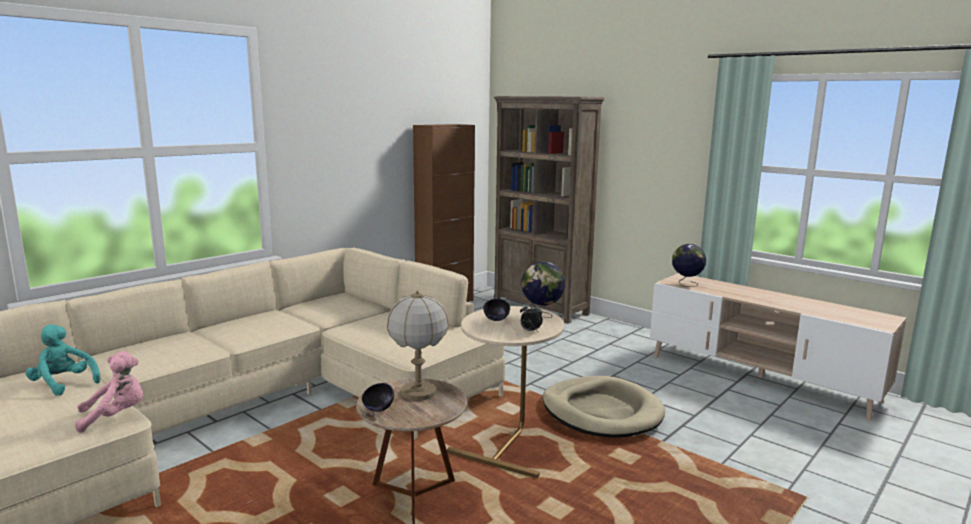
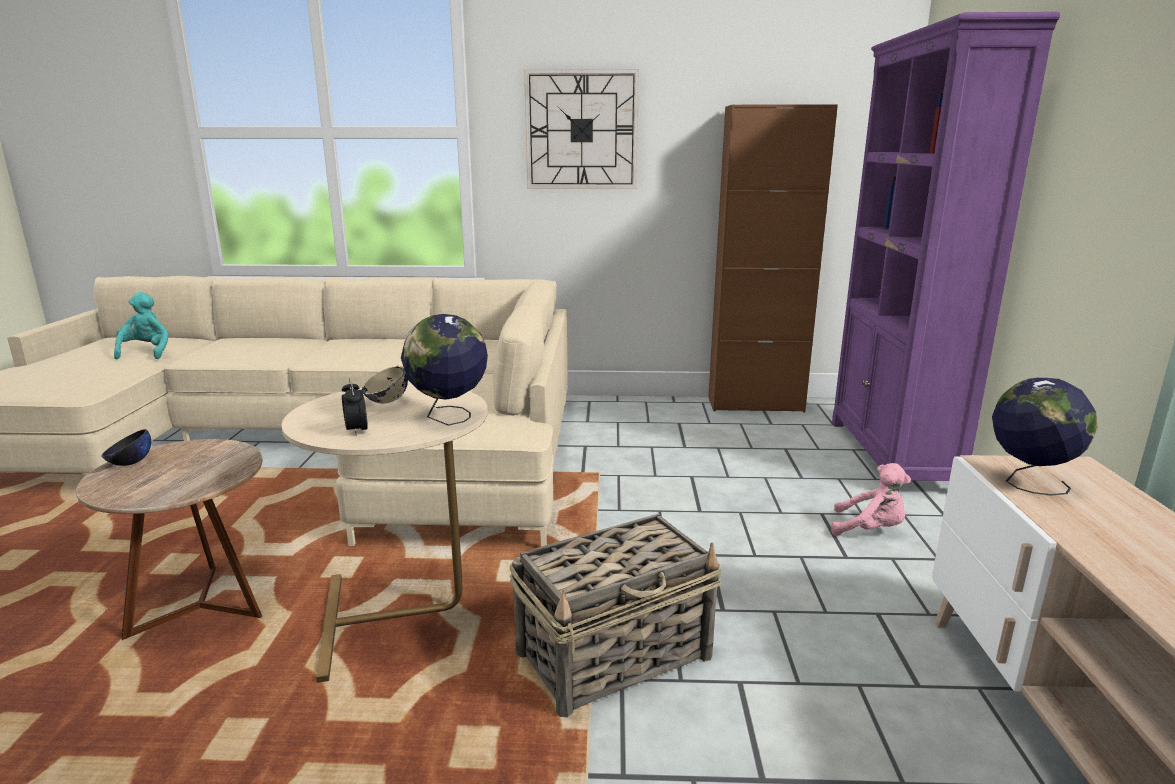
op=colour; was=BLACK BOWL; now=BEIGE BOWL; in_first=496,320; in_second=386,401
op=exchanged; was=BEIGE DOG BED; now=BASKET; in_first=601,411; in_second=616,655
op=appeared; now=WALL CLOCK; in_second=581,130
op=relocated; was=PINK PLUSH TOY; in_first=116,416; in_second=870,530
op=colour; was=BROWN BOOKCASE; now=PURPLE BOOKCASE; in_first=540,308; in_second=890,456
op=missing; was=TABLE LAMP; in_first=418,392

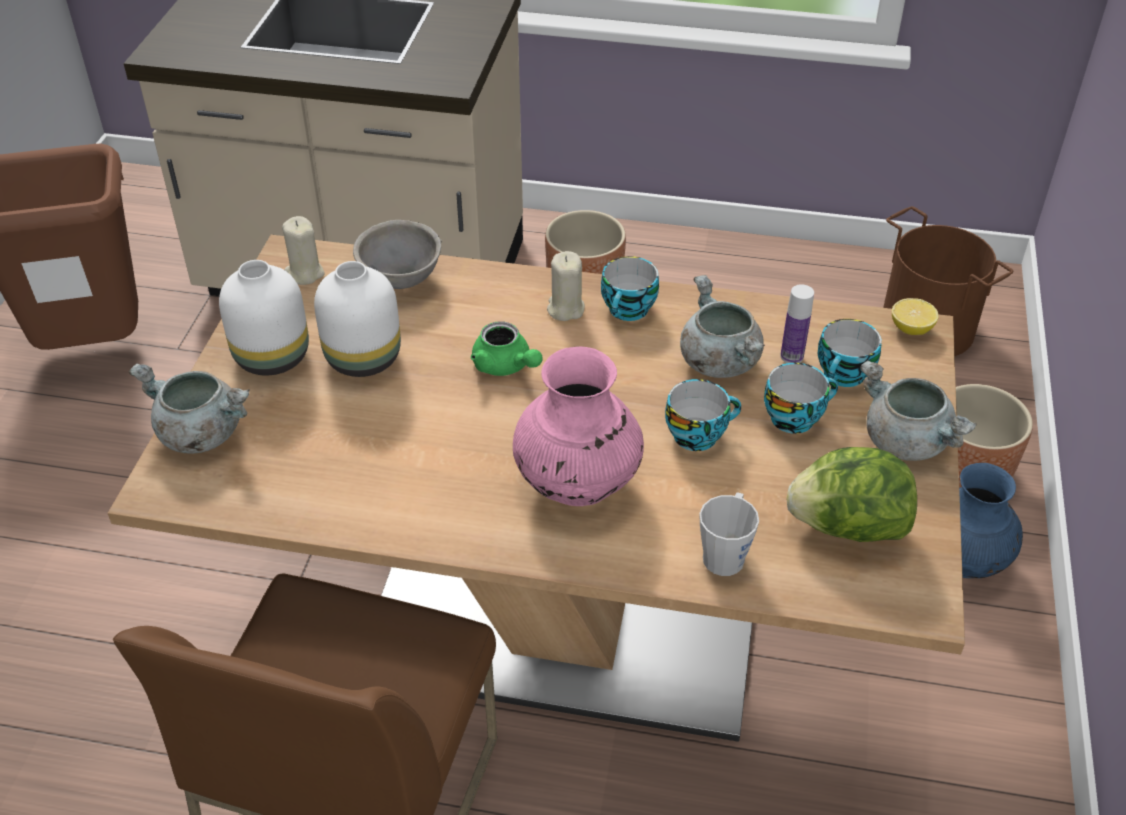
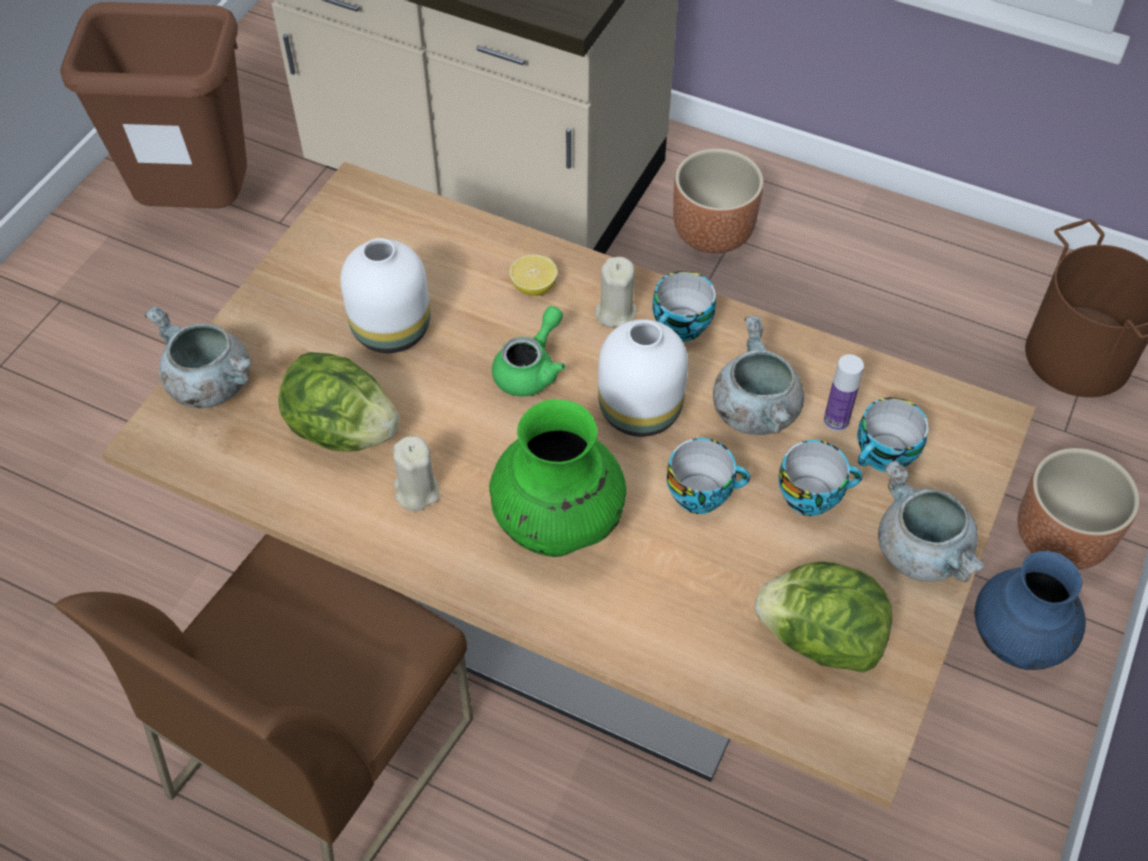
op=appeared; now=LETTUCE; in_second=343,431
op=relocated; was=BEIGE CANDLE; in_first=304,273; in_second=416,491
op=colour; was=PINK VASE; now=GREEN VASE; in_first=577,485; in_second=557,524
op=spun; was=GREEN TEAPOT; in_first=505,366; in_second=531,369; clockwise=-120
op=relocated; was=LEMON; in_first=911,329; in_second=533,287
op=relocated; was=WHITE VASE; in_first=273,358; in_second=641,412
op=missing; was=GREY BOWL; in_first=401,280
op=missing; was=GREY MUG; in_first=725,553

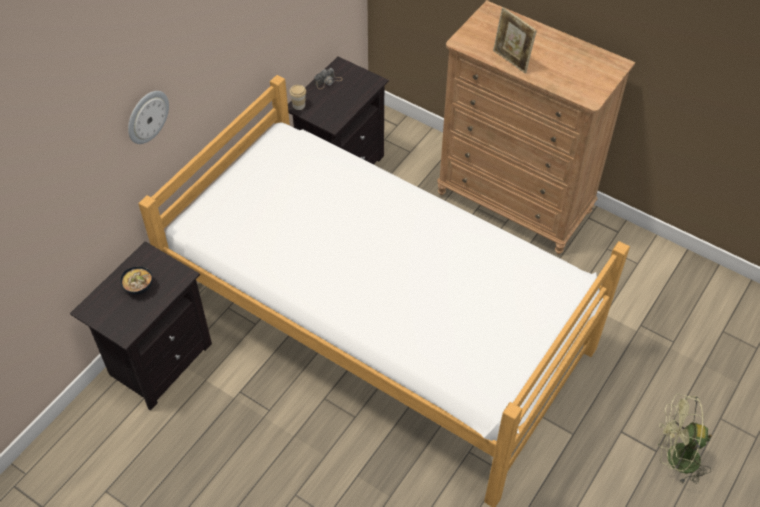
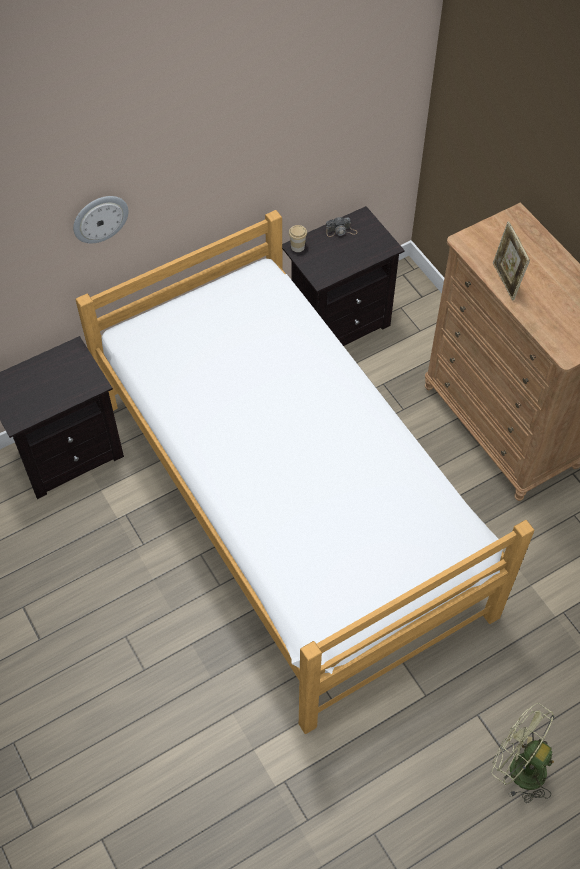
op=missing; was=BOWL; in_first=139,288

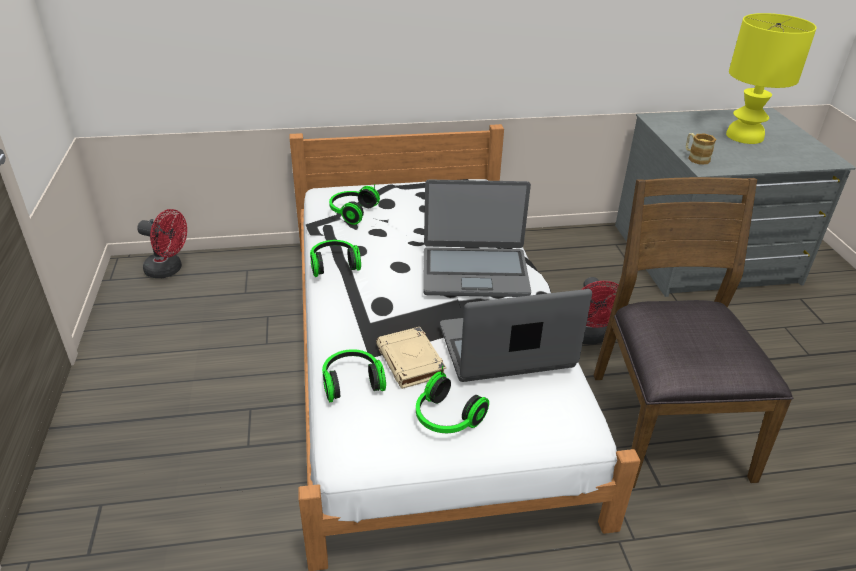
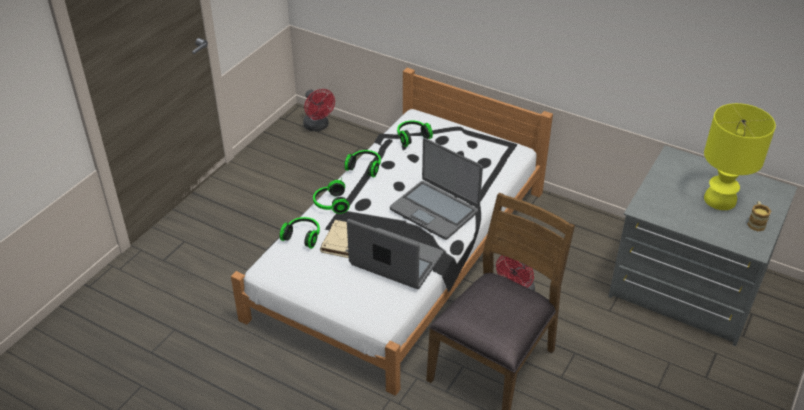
op=relocated; was=HEADPHONES; in_first=446,419; in_second=330,204
op=relocated; was=MUG; in_first=695,158; in_second=756,222

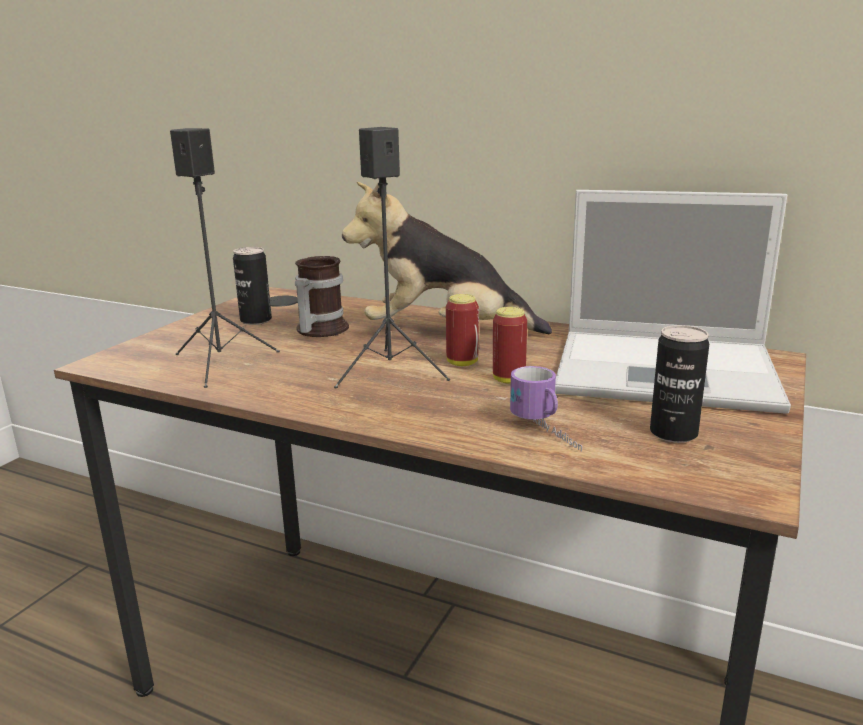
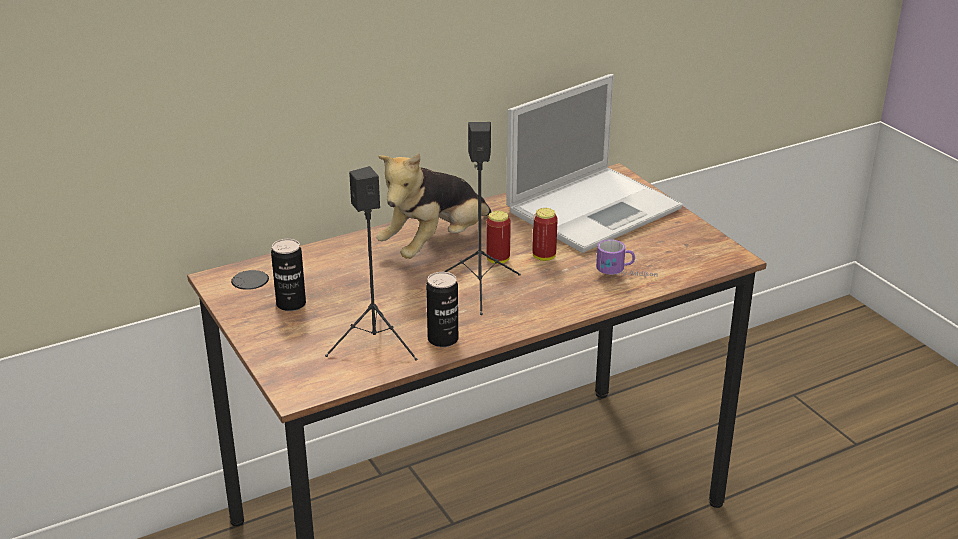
op=relocated; was=CAN; in_first=673,433; in_second=443,339
op=missing; was=MUG; in_first=318,330

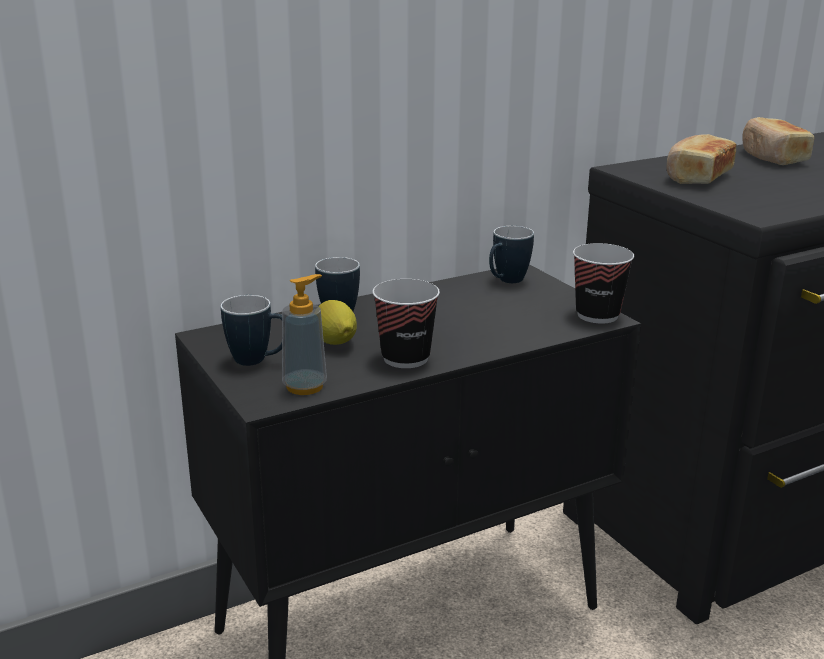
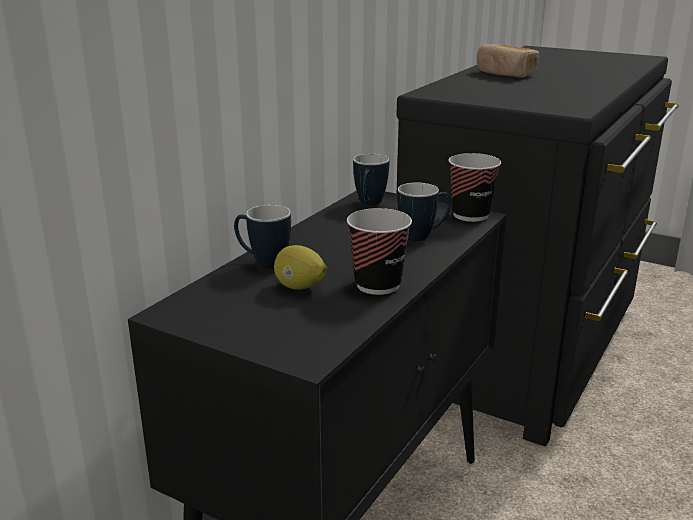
op=relocated; was=MUG; in_first=258,361; in_second=423,236
op=missing; was=SOAP DISPENSER; in_first=305,386
op=missing; was=BREAD; in_first=696,177

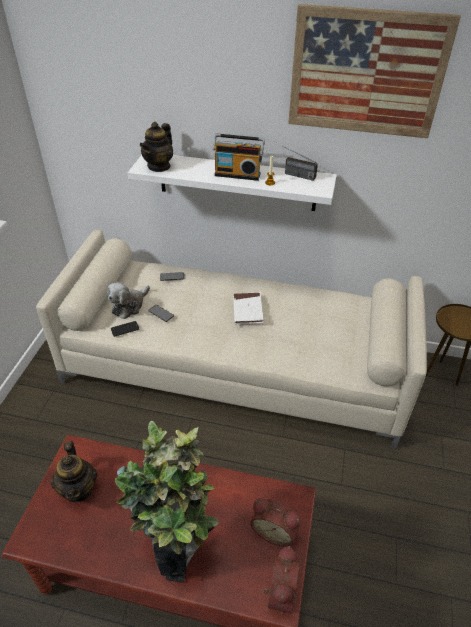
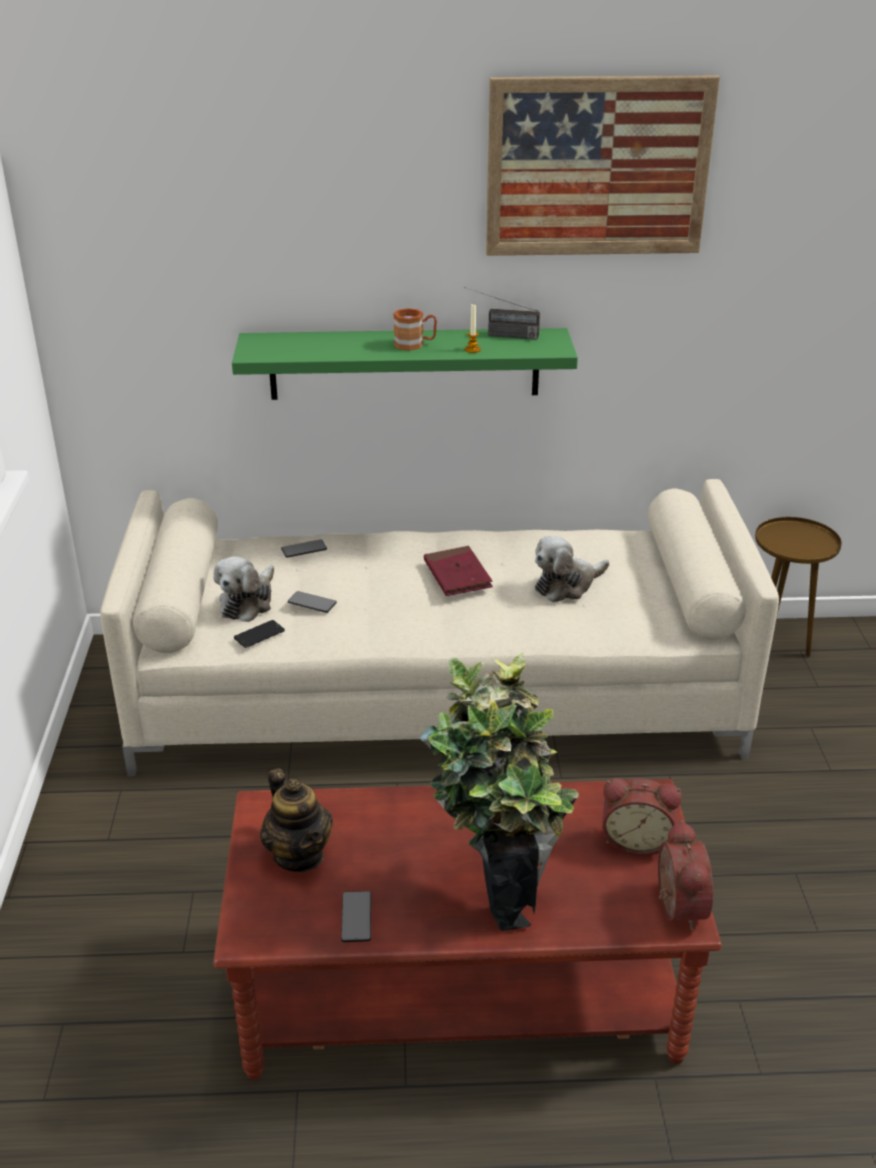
op=colour; was=WHITE SHELF; now=GREEN SHELF; in_first=237,181; in_second=404,363
op=appeared; now=PHONE; in_second=356,917
op=exchanged; was=RADIO; now=BROWN MUG; in_first=238,174; in_second=415,344
op=colour; was=WHITE BOOK; now=RED BOOK; in_first=247,310; in_second=457,575
op=appeared; now=PLUSH TOY; in_second=567,585
op=missing; was=TEAPOT; in_first=159,166

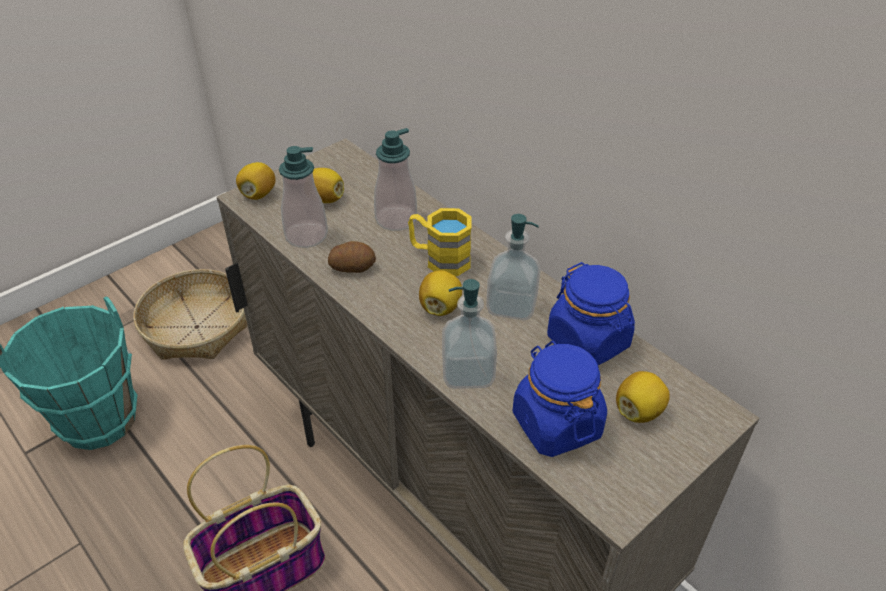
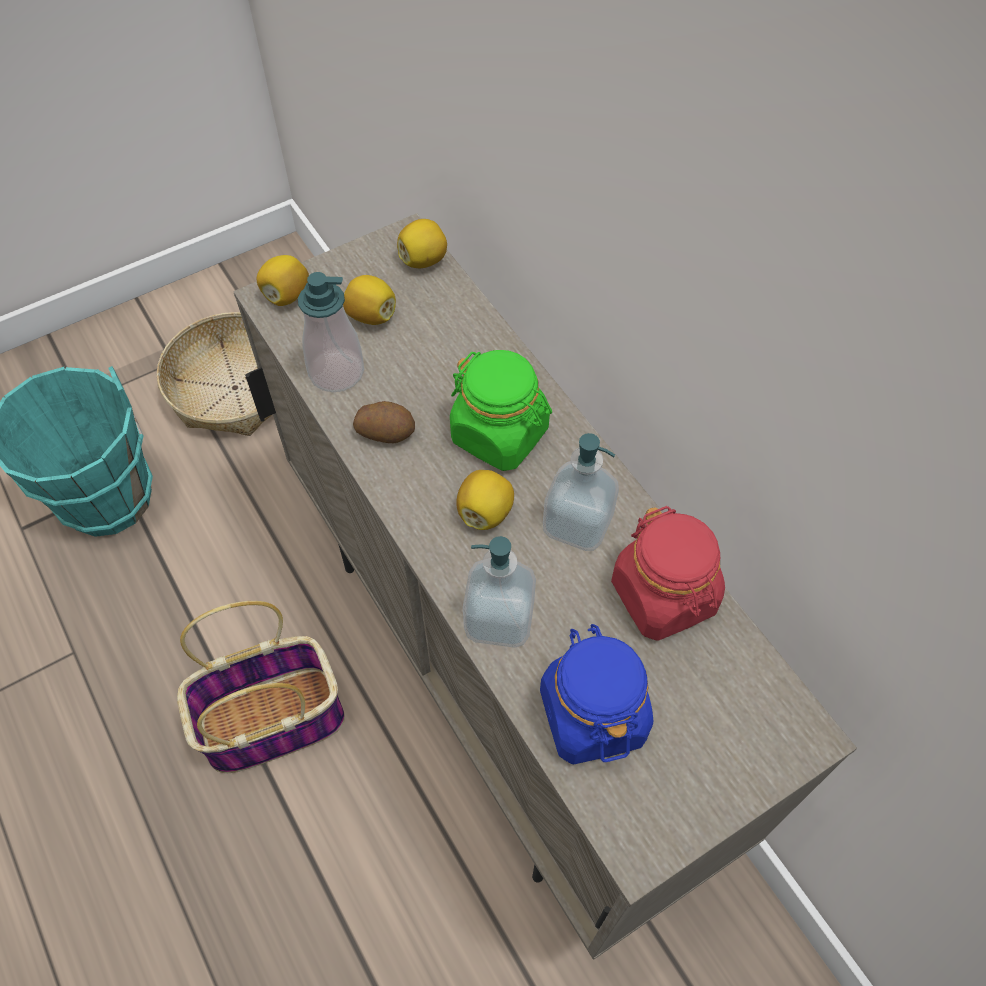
op=relocated; was=LEMON; in_first=638,411; in_second=424,260
op=exchanged; was=YELLOW MUG; now=GREEN JAR; in_first=439,259; in_second=500,434
op=colour; was=BLUE JAR; now=RED JAR; in_first=588,342; in_second=664,596
op=missing; was=SOAP DISPENSER; in_first=396,219

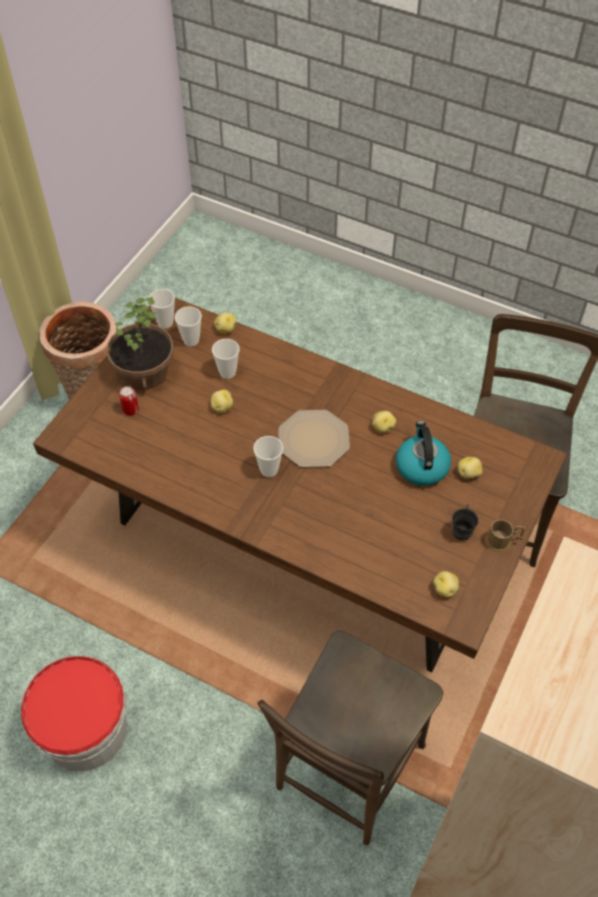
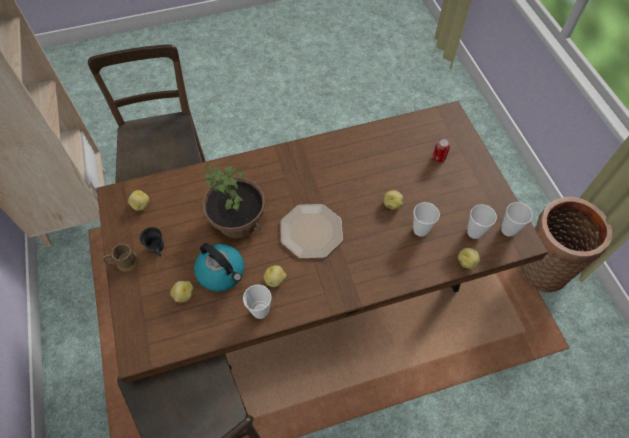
op=relocated; was=POTTED PLANT; in_first=144,371; in_second=238,219
op=relocated; was=CUP; in_first=269,470; in_second=260,311
op=missing; was=BUCKET; in_first=85,729

